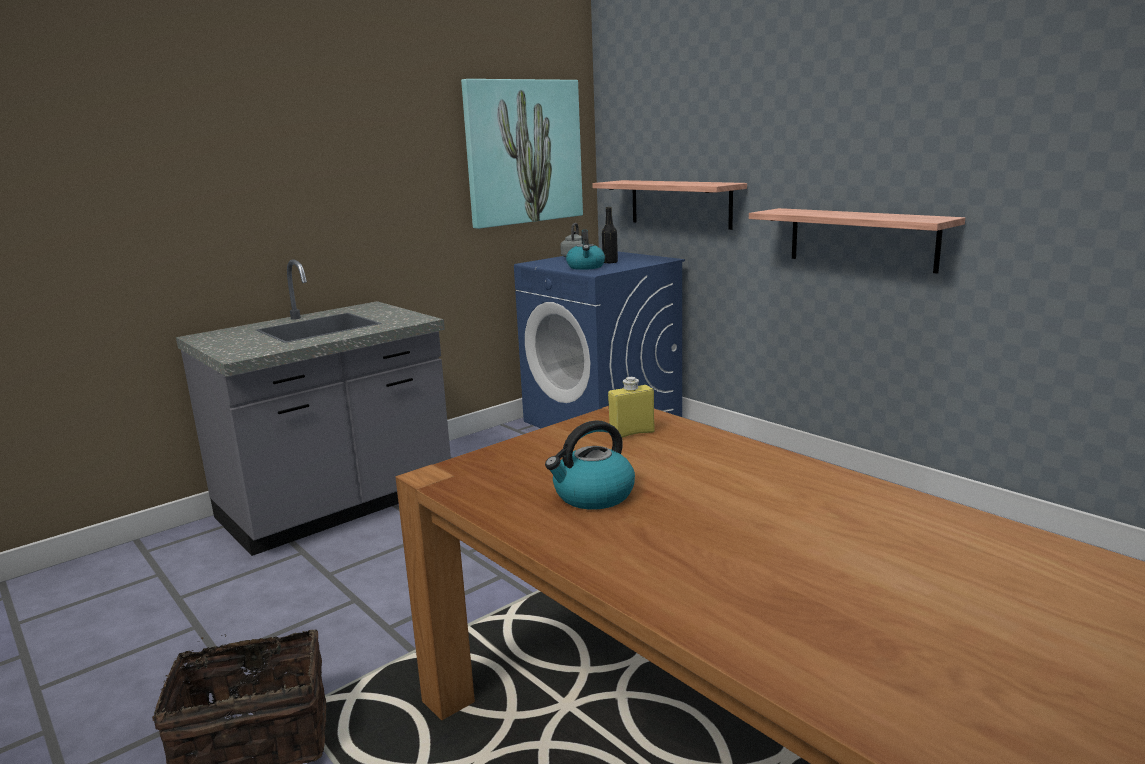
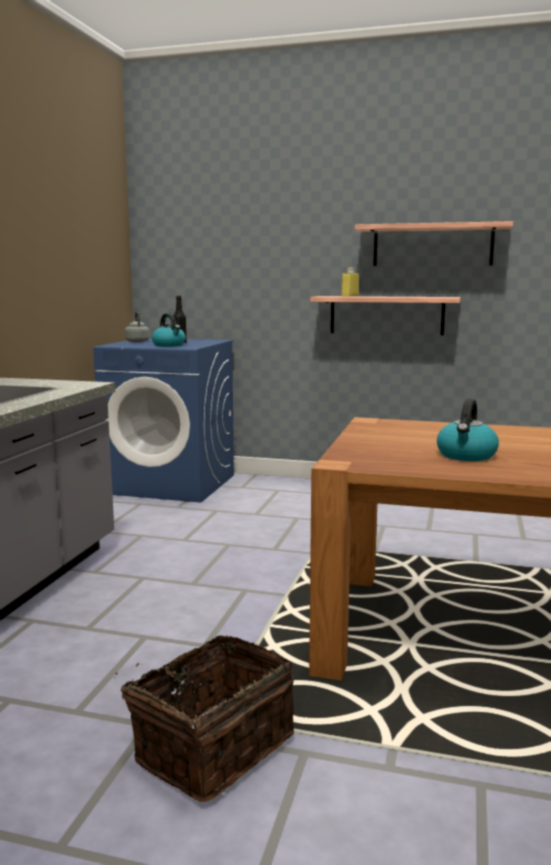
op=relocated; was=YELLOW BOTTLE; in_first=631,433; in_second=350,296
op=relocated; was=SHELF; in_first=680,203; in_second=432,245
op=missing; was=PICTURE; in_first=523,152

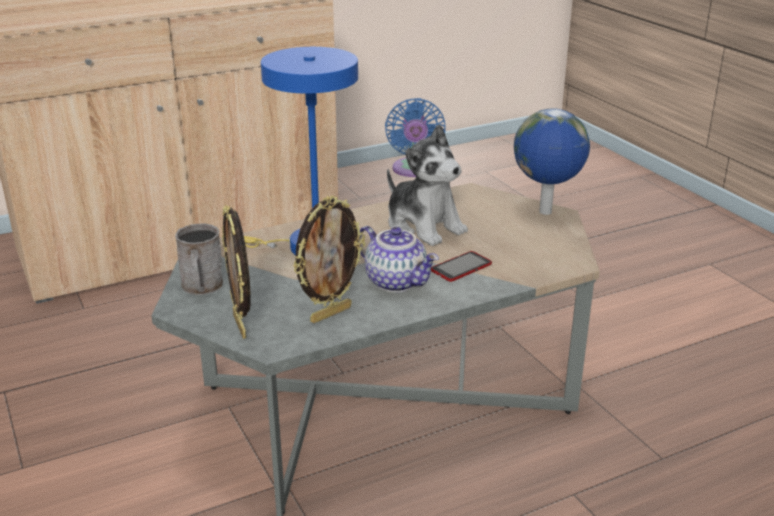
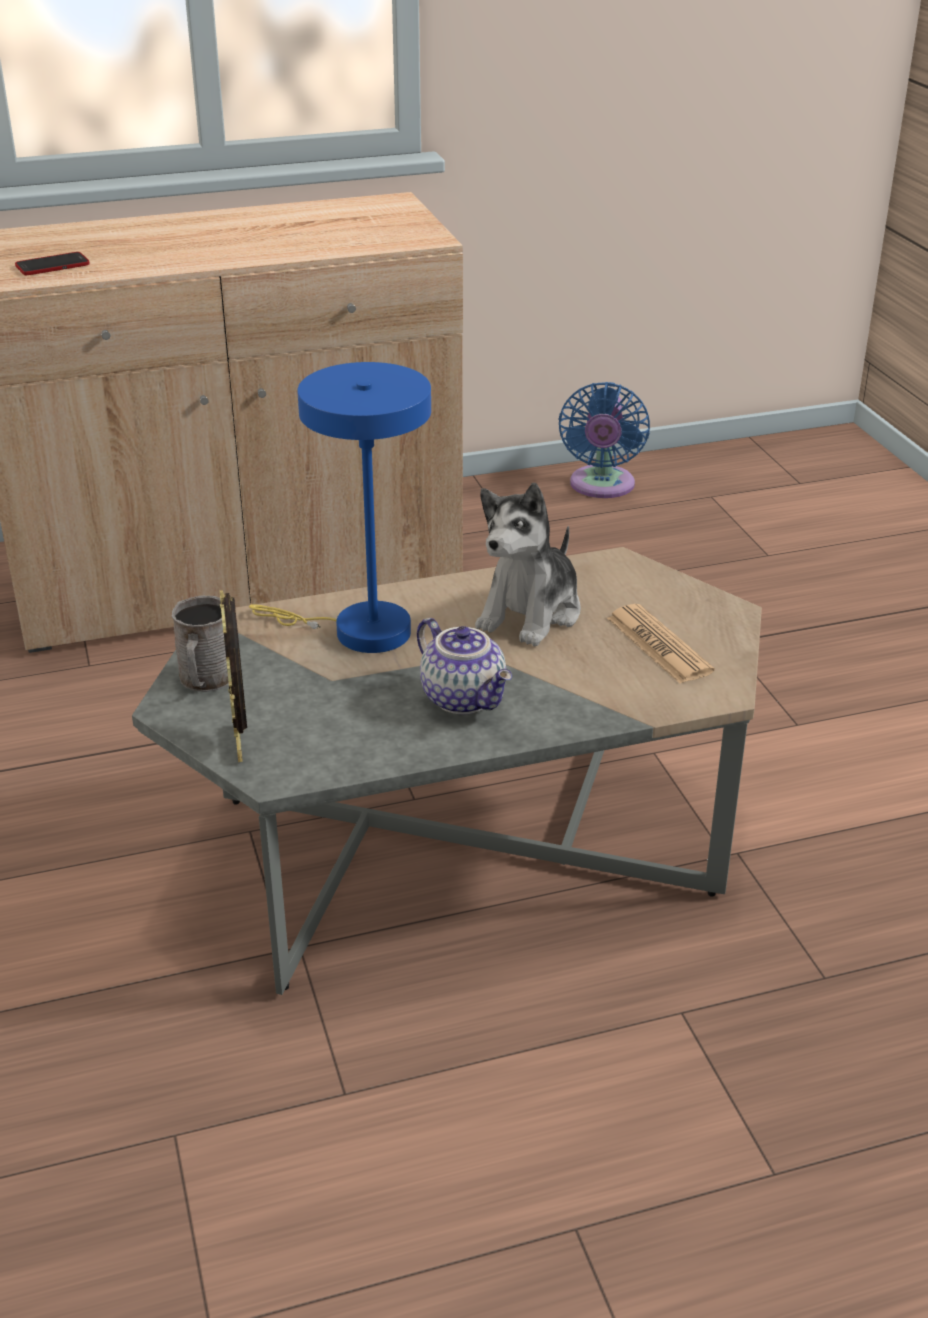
op=relocated; was=PHONE; in_first=461,267; in_second=52,265
op=spun; was=PLUSH TOY; in_first=424,226; in_second=531,613; clockwise=60
op=appeared; now=NEWSPAPER; in_second=658,645
op=missing; was=PICTURE FRAME; in_first=330,314
op=missing; was=GLOBE; in_first=545,212

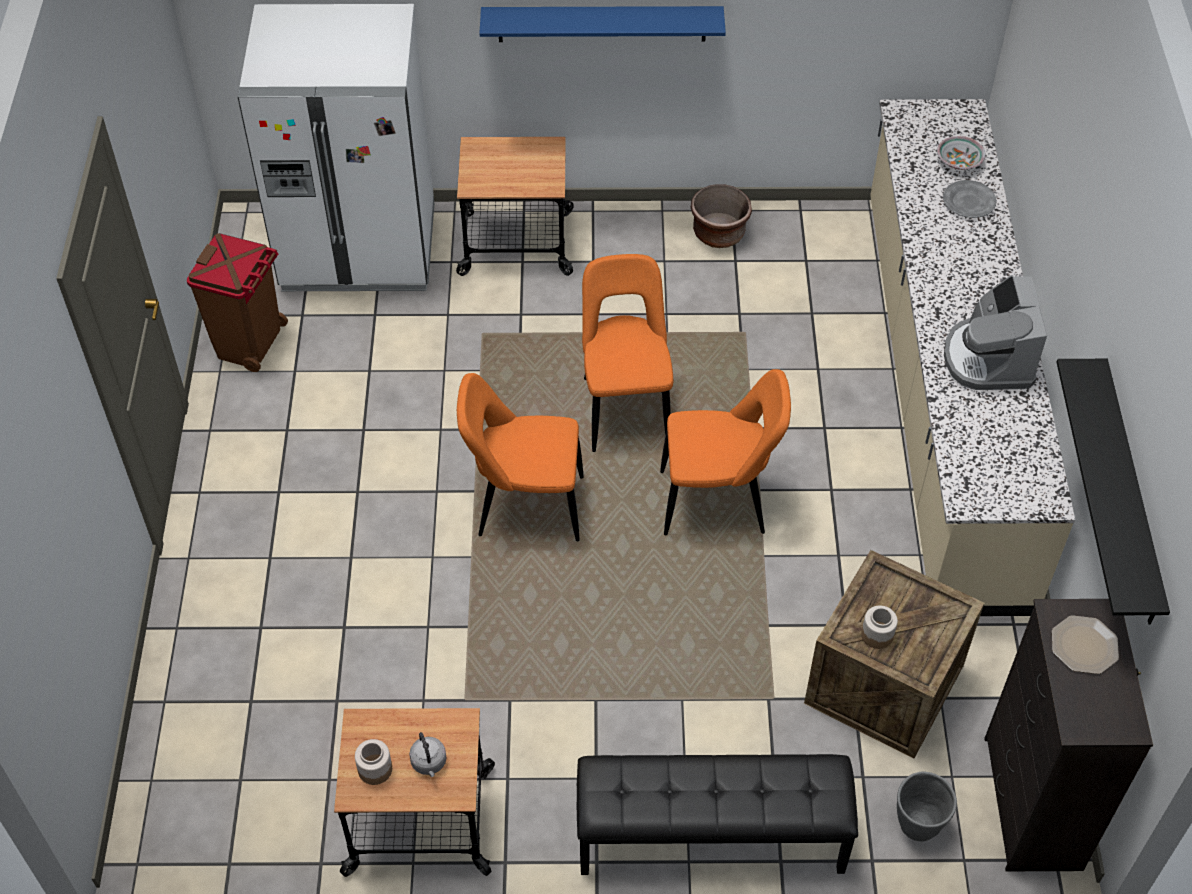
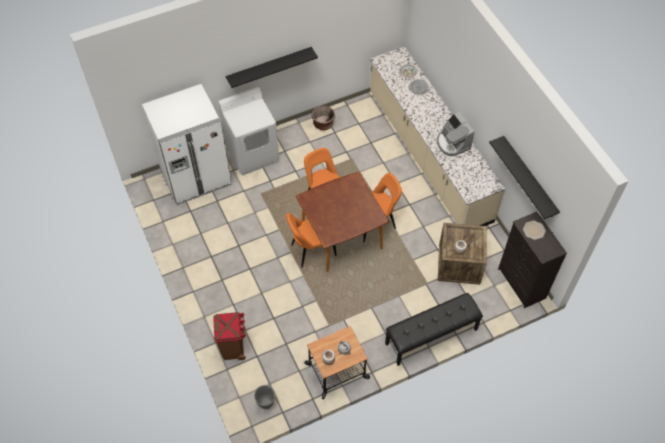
op=relocated; was=BROWN TRASH CAN; in_first=250,343; in_second=233,347
op=exchanged; was=CART; now=WHITE WASHING MACHINE; in_first=516,242; in_second=252,154
op=colour; was=BLUE SHELF; now=BLACK SHELF; in_first=602,23; in_second=269,66
op=relocated; was=GREY PLANTER; in_first=917,826; in_second=266,403
op=appeared; now=BROWN DINING TABLE; in_second=341,236

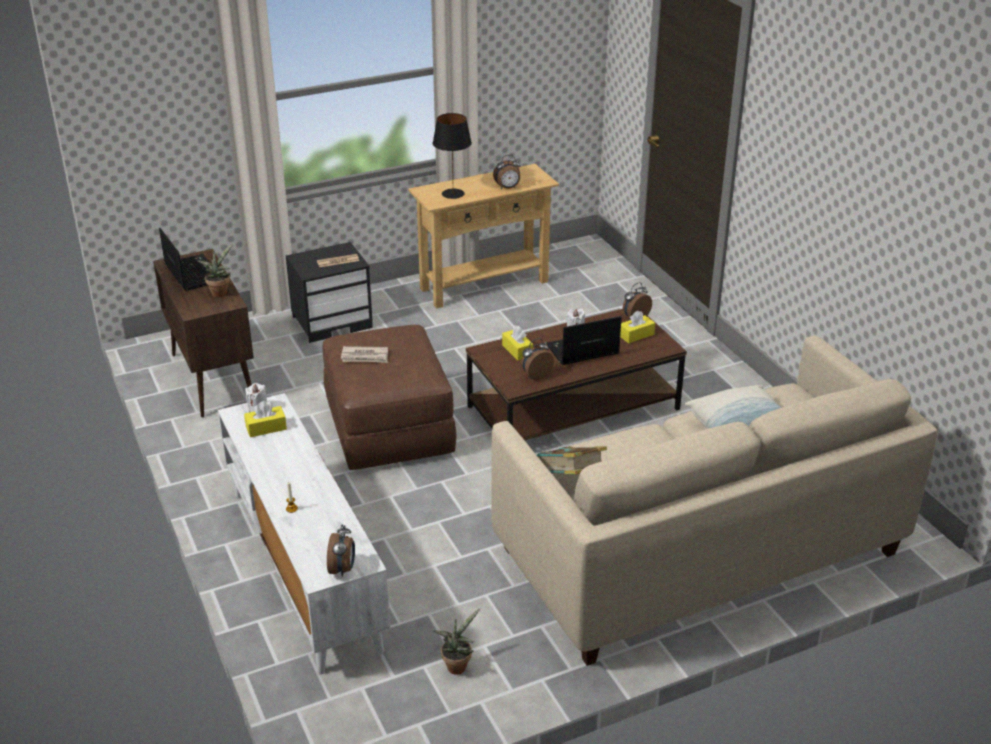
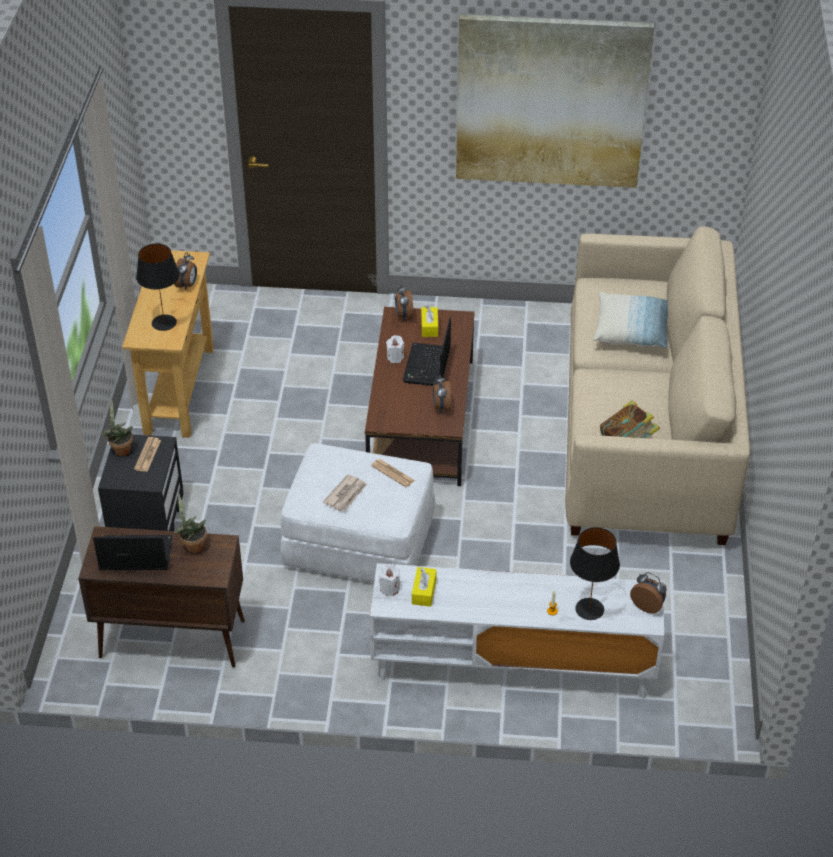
op=relocated; was=POTTED PLANT; in_first=457,665; in_second=120,449
op=colour; was=BROWN OTTOMAN; now=WHITE OTTOMAN; in_first=388,428; in_second=358,543
op=appeared; now=NEWSPAPER; in_second=393,473
op=appeared; now=PICTURE; in_second=551,101
op=appeared; now=BLACK TABLE LAMP; in_second=590,609
op=missing; was=YELLOW TISSUE BOX; in_first=517,350

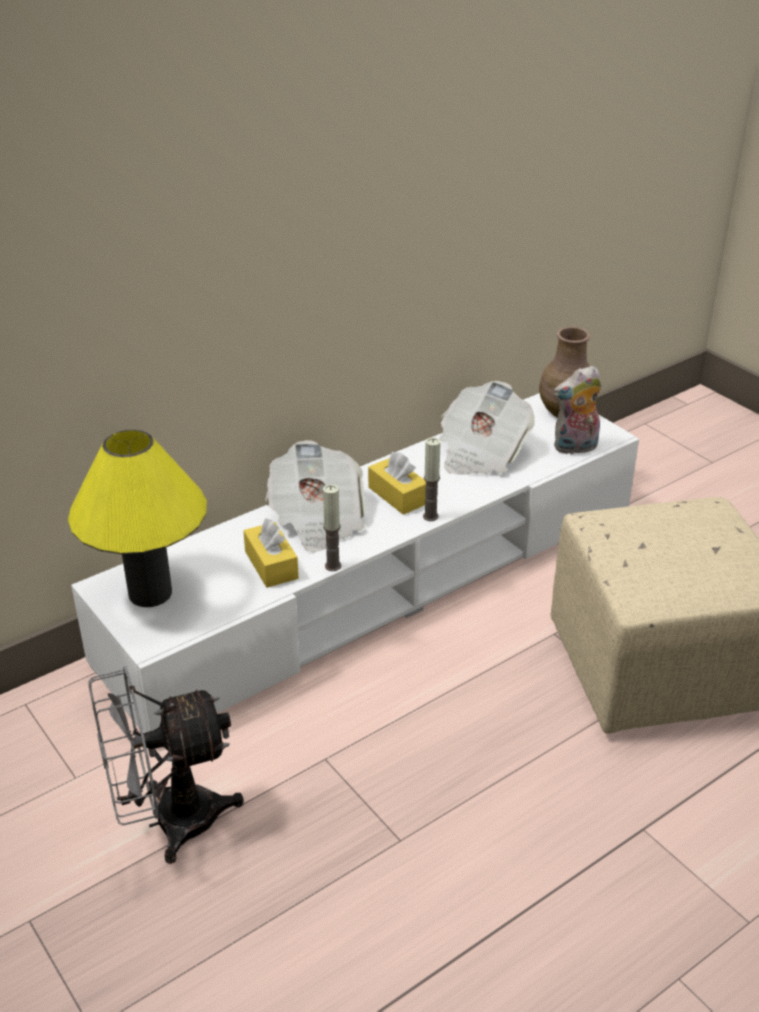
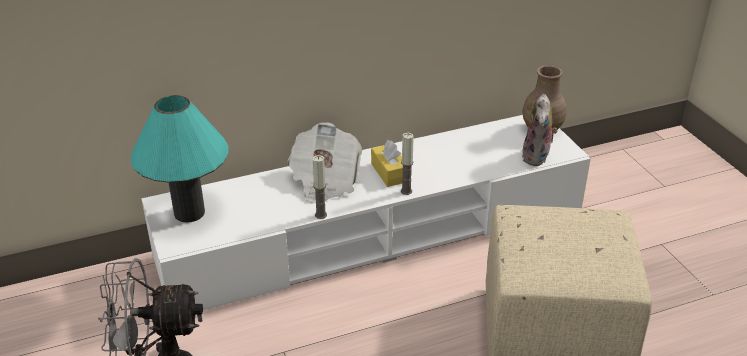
op=colour; was=YELLOW TABLE LAMP; now=TURQUOISE TABLE LAMP; in_first=150,593; in_second=189,212
op=spun; was=PLUSH TOY; in_first=575,448; in_second=537,157; clockwise=-75
op=missing; was=YELLOW TISSUE BOX; in_first=271,565
op=missing; was=NEWSPAPER; in_first=481,452

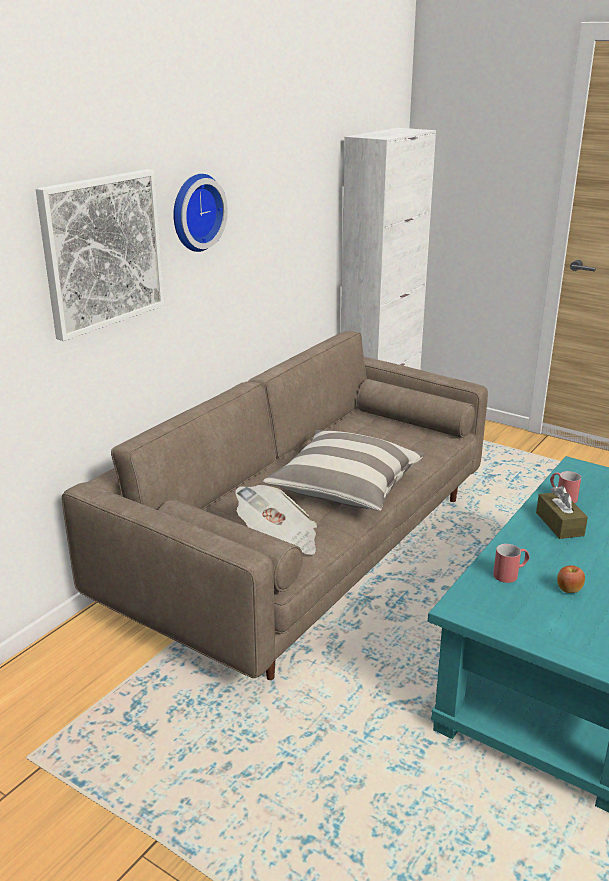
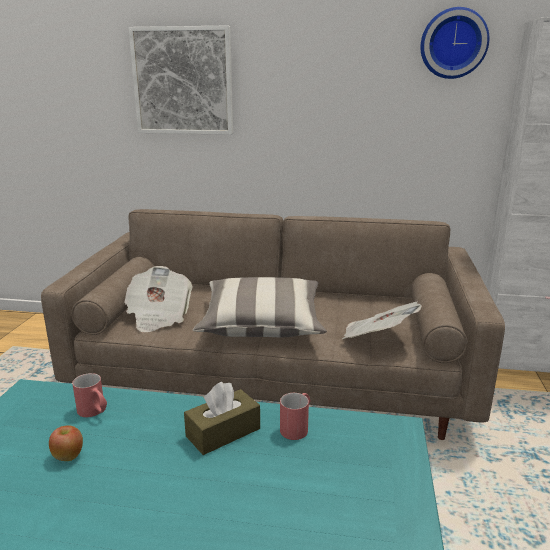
op=appeared; now=NEWSPAPER; in_second=377,339
op=relocated; was=WALL CLOCK; in_first=194,212; in_second=453,44

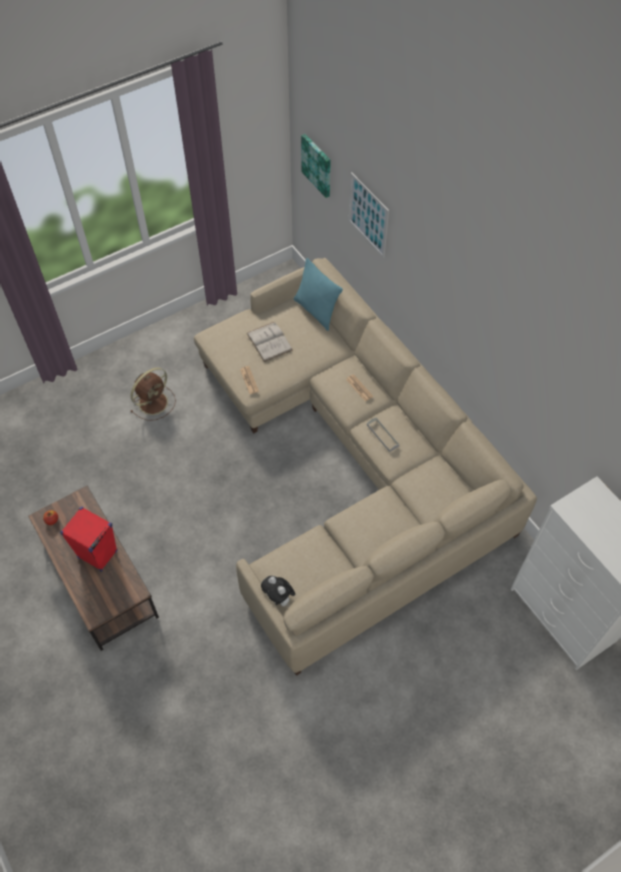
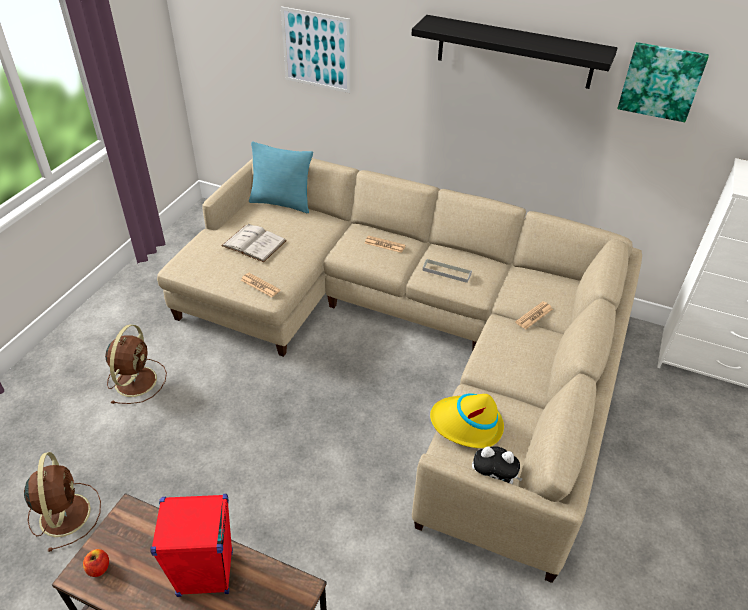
op=appeared; now=BROWN FAN; in_second=65,513
op=appeared; now=BLACK SHELF; in_second=514,52
op=appeared; now=YELLOW HAT; in_second=466,425
op=appeared; now=NEWSPAPER; in_second=534,316
op=relocated; was=PICTURE; in_first=317,165; in_second=661,81

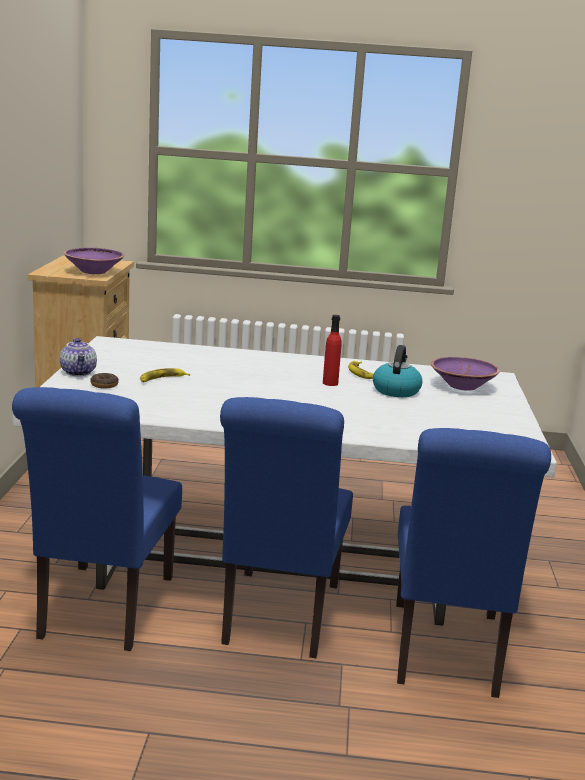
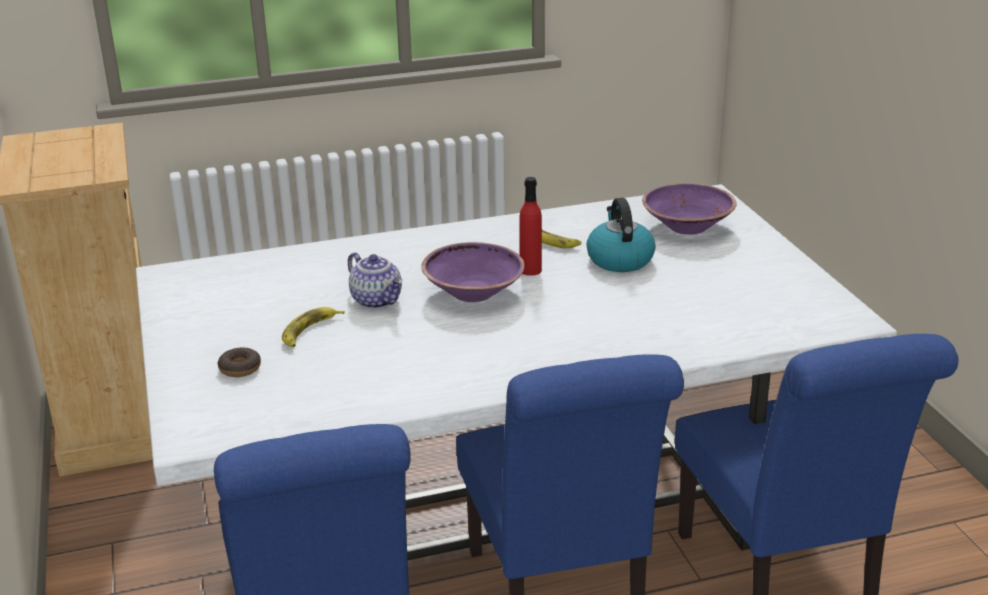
op=relocated; was=TEAPOT; in_first=79,372; in_second=378,300
op=relocated; was=PURPLE BOWL; in_first=94,271; in_second=473,292

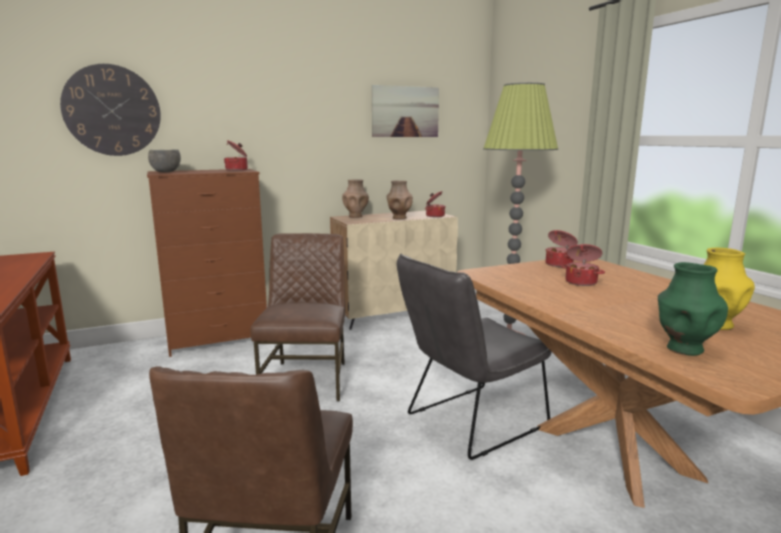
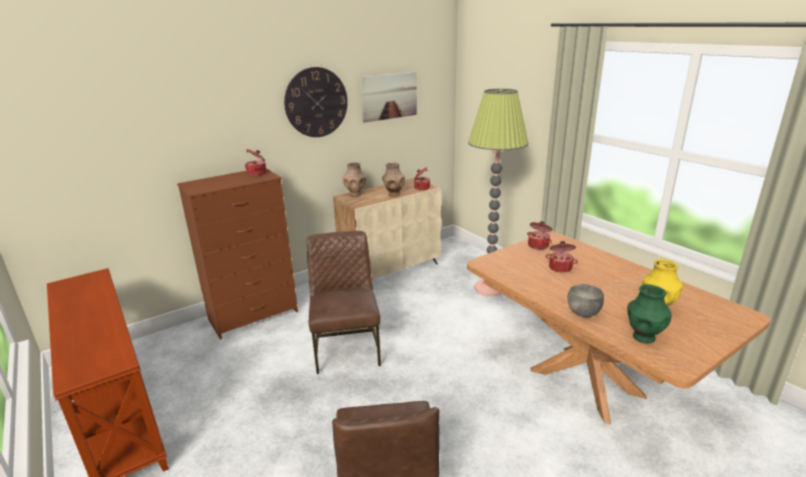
op=relocated; was=WALL CLOCK; in_first=112,110; in_second=316,102
op=relocated; was=GREY BOWL; in_first=165,172; in_second=582,313
op=missing; was=GREY CHAIR; in_first=469,423

